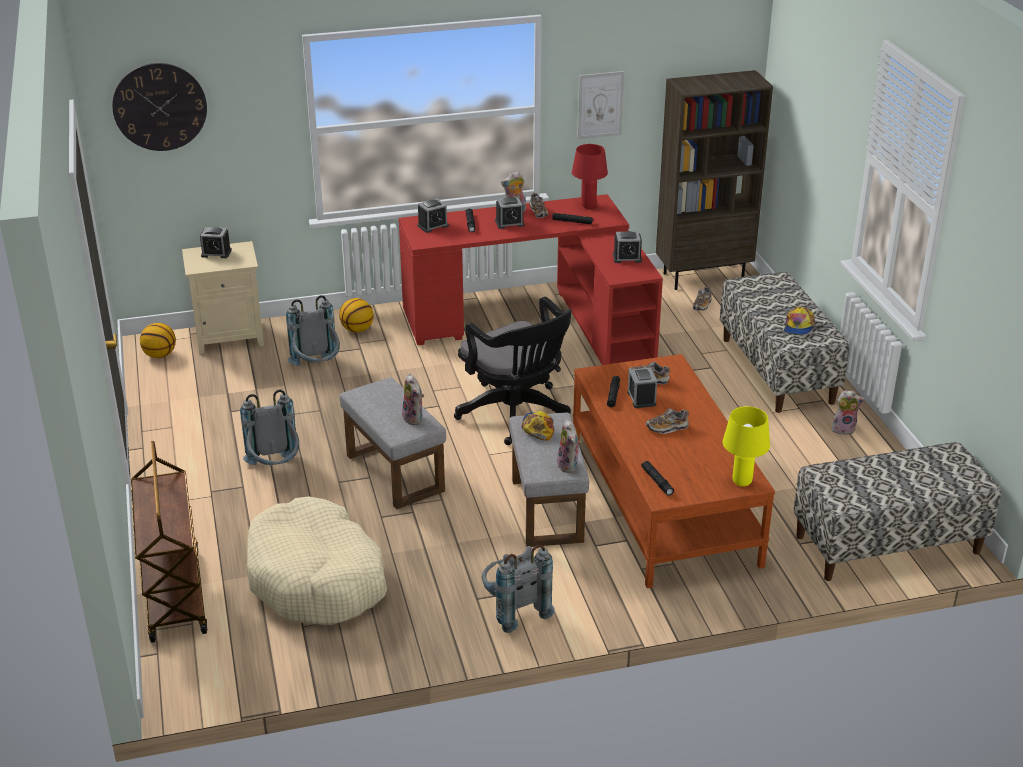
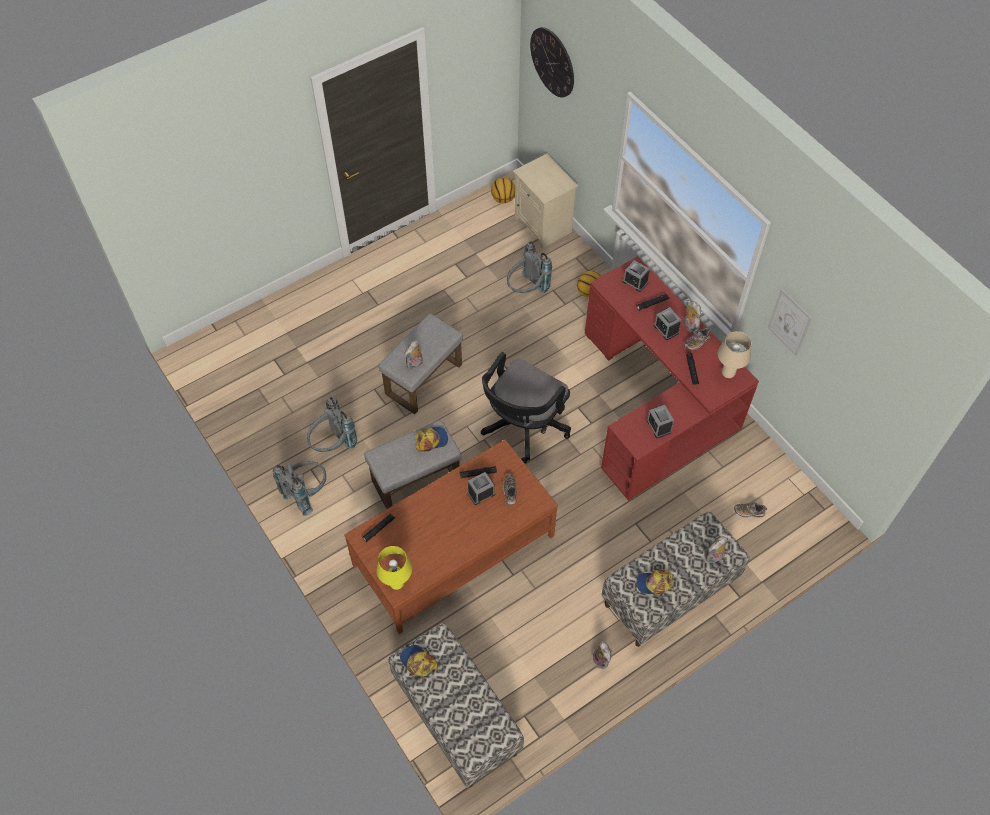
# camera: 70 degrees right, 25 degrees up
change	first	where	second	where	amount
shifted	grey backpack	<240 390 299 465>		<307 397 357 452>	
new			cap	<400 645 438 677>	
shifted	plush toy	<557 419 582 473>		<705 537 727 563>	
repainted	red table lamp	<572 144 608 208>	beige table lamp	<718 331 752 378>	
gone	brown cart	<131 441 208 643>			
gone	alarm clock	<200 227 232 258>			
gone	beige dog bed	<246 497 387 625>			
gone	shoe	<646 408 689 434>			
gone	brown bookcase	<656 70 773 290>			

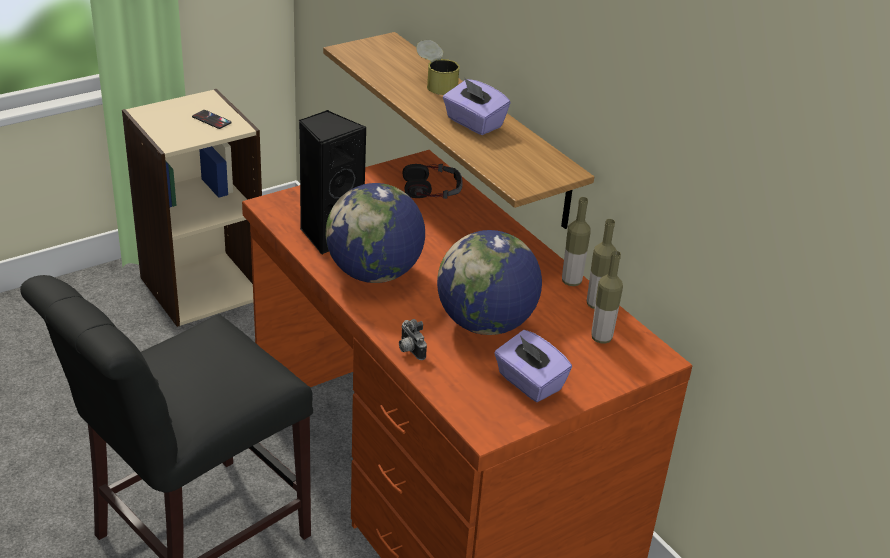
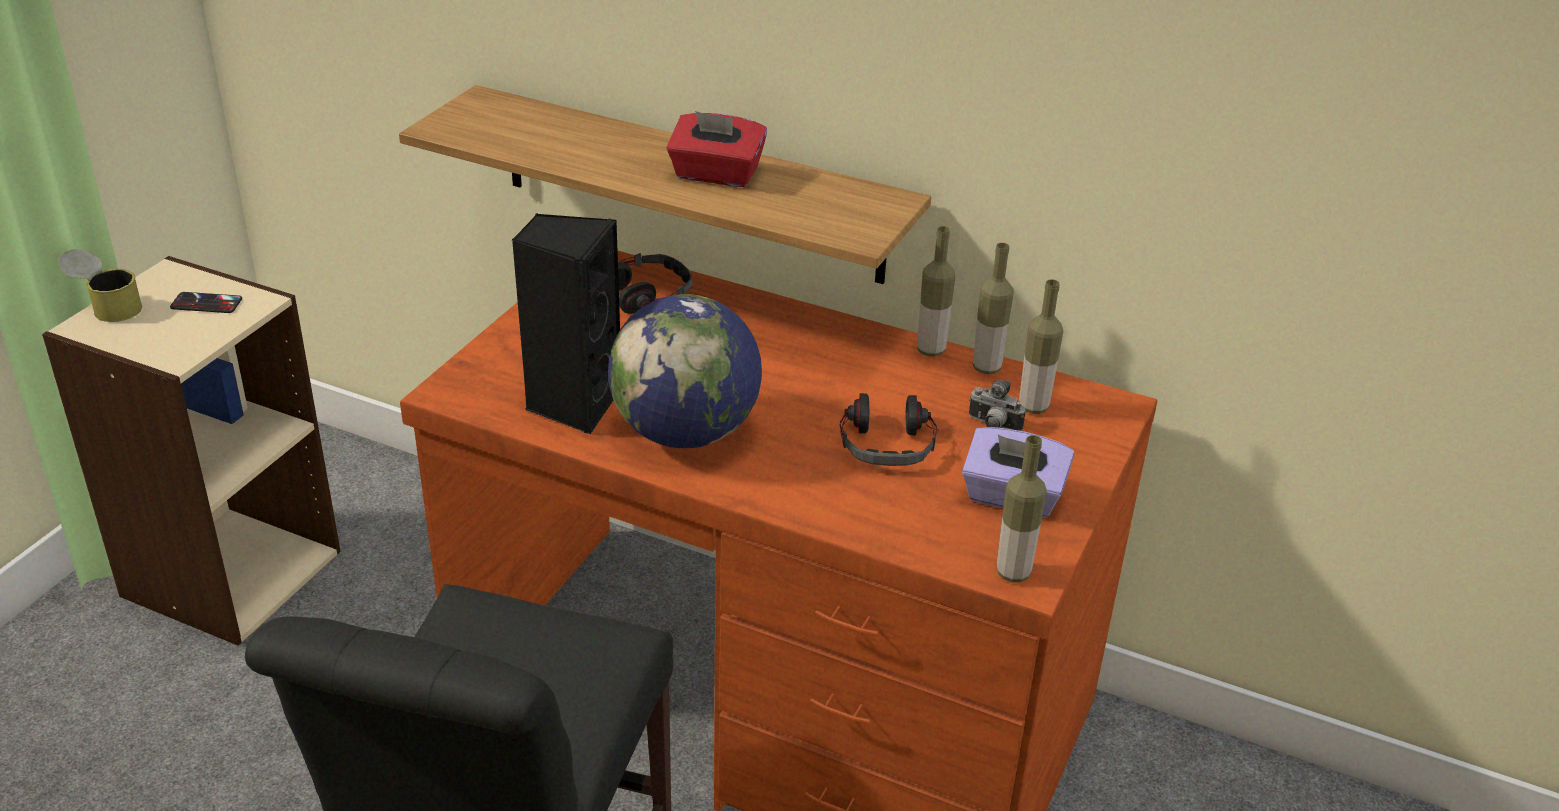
# camera: 30 degrees left, 0 degrees up
change	first	where	second	where	amount
shifted	can	<416 40 460 95>		<58 249 142 322>	
repainted	purple tissue box	<443 78 510 135>	red tissue box	<666 111 767 187>	
swapped	globe	<437 230 542 335>	headphones	<840 393 939 466>	
shifted	photo camera	<399 319 427 360>		<969 380 1025 431>	
new			bottle	<996 435 1047 582>	

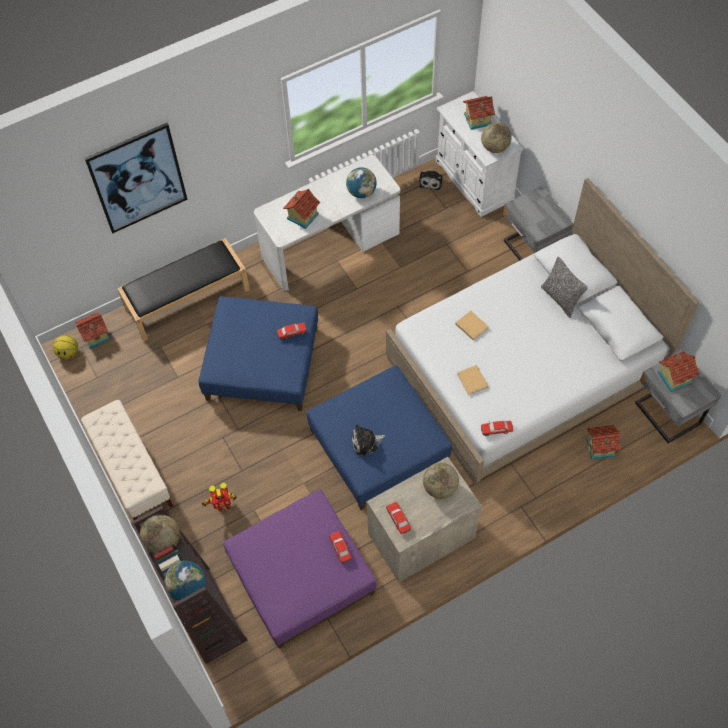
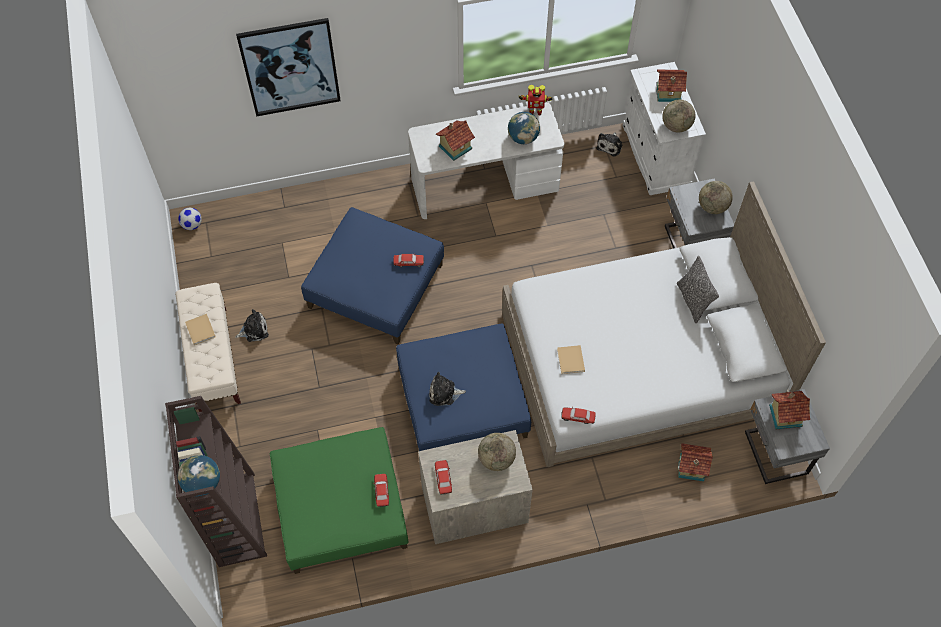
# camera: 15 degrees right, 0 degrees up
change	first	where	second	where	amount
swapped	basketball	<53 335 78 359>	football	<178 208 202 230>	
shifted	beige book	<455 311 489 341>		<185 314 216 345>	
new			plush toy	<235 309 269 342>	
repainted	purple ottoman	<223 490 377 649>	green ottoman	<270 427 409 574>	
shifted	toy robot	<201 483 237 512>		<519 85 553 116>	
shifted	globe	<140 514 180 554>		<699 181 733 214>	
gone	toy house	<75 312 110 349>			
gone	black bench	<117 238 250 341>			

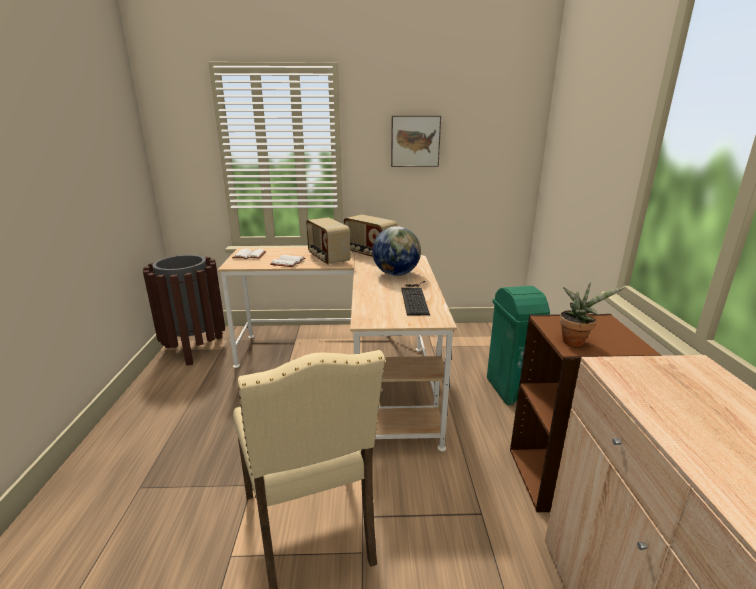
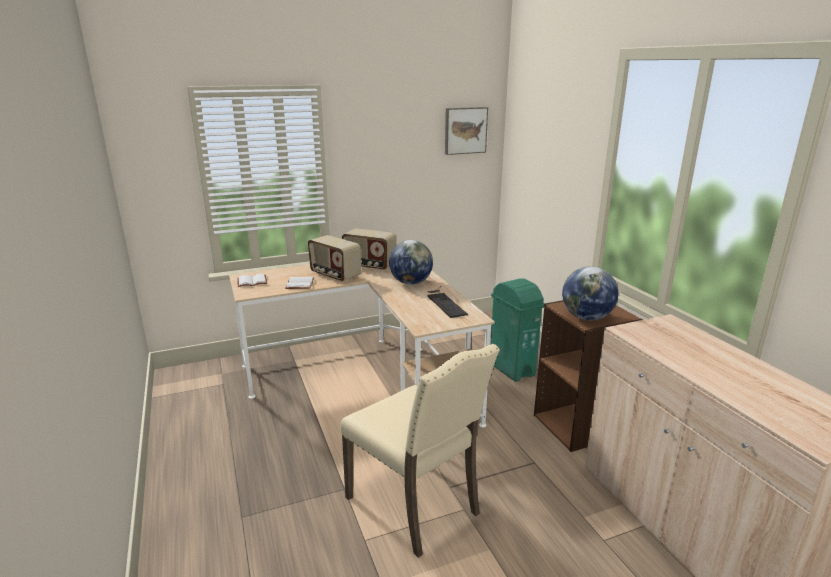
# camera: 20 degrees left, 0 degrees up
change	first	where	second	where	amount
shifted	picture	<391 116 441 167>		<445 107 488 155>	
swapped	potted plant	<559 282 625 346>	globe	<562 266 618 321>	
gone	brown trash can	<143 255 225 366>			

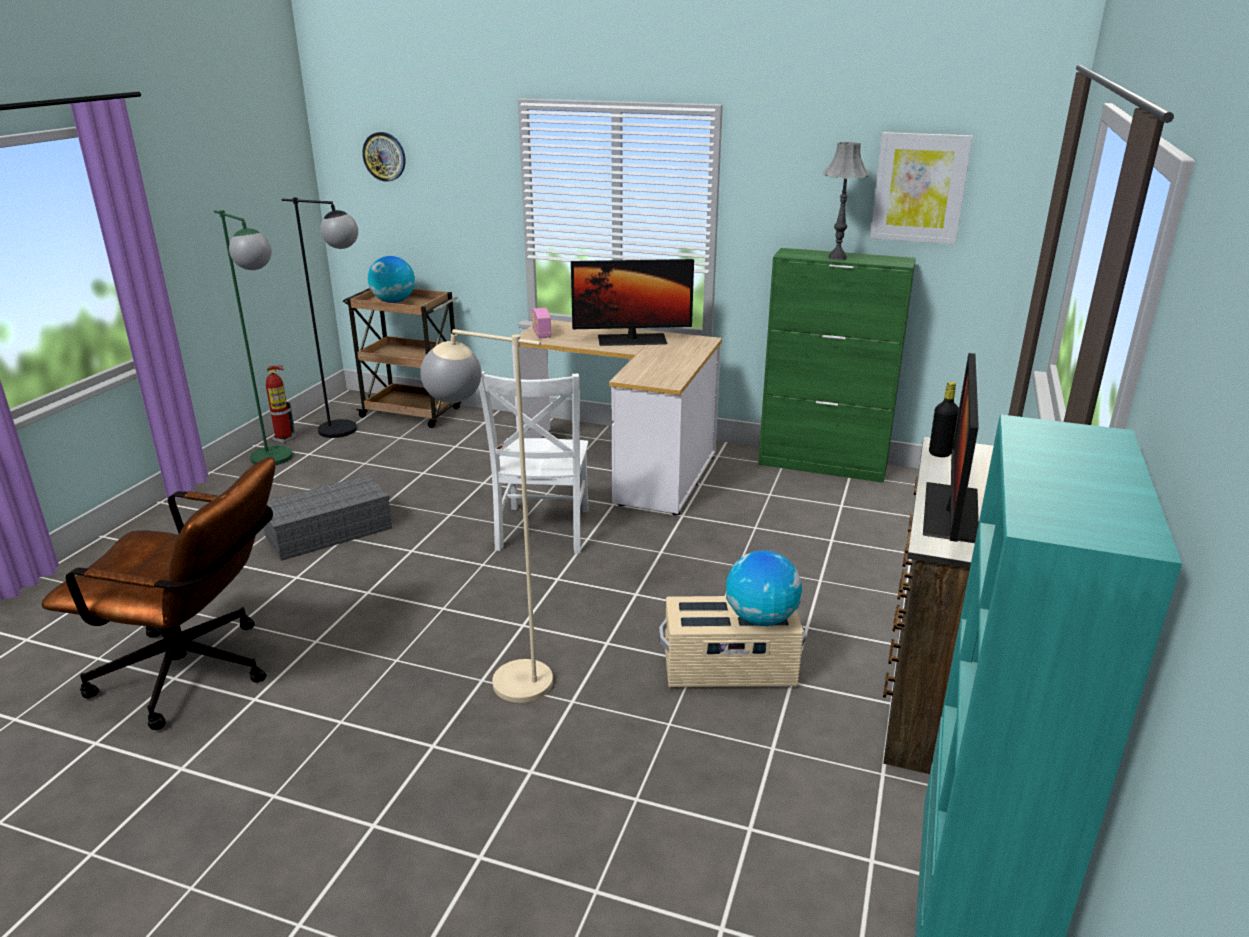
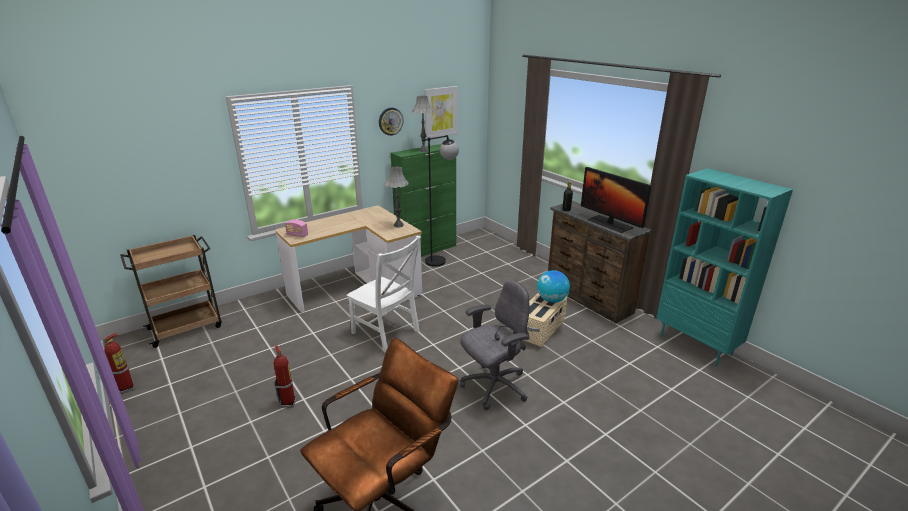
# camera: 55 degrees left, 0 degrees up
change	first	where	second	where	amount
swapped	grey storage box	<264 475 392 561>	fire extinguisher	<274 345 297 408>	
shifted	wall clock	<362 132 405 182>		<379 108 404 136>	
new			grey table lamp	<385 166 409 227>	
shifted	black floor lamp	<282 197 358 438>		<422 135 459 267>	
swapped	beige floor lamp	<420 329 553 703>	grey office chair	<460 280 530 410>	
gone	green floor lamp	<214 210 293 465>			
gone	globe	<368 256 415 303>			
gone	monitor	<571 259 694 346>			

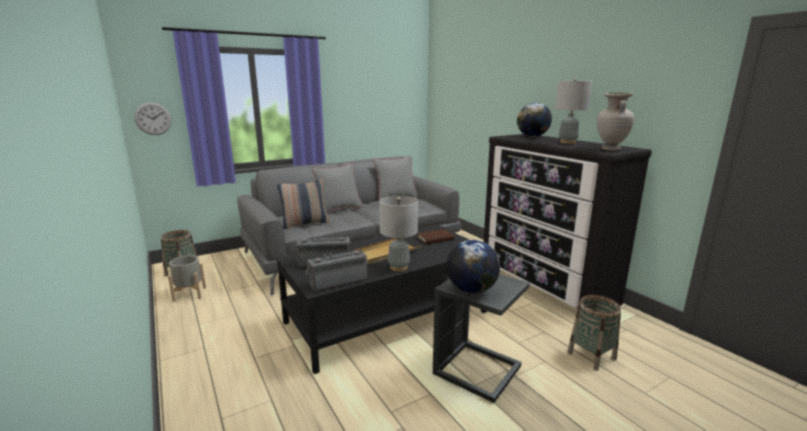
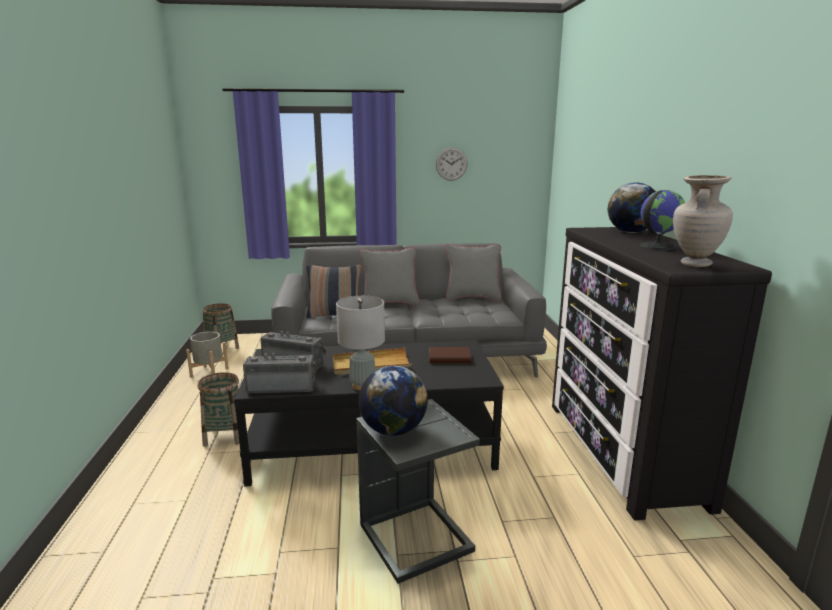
# camera: 25 degrees right, 0 degrees up
change	first	where	second	where	amount
shifted	basket	<567 295 621 371>		<198 372 240 447>	
shifted	wall clock	<135 102 172 135>		<436 147 468 181>	
swapped	grey table lamp	<555 78 592 144>	globe	<641 190 685 250>	

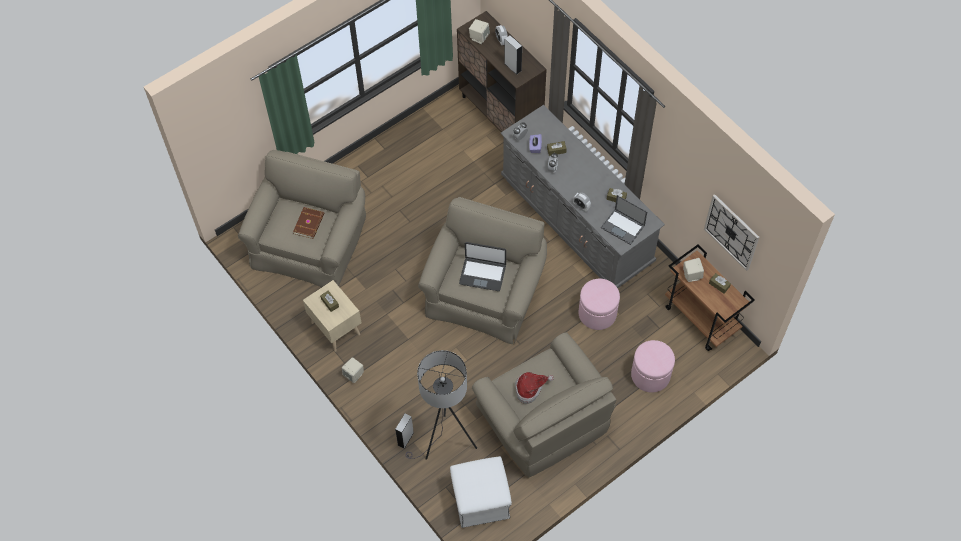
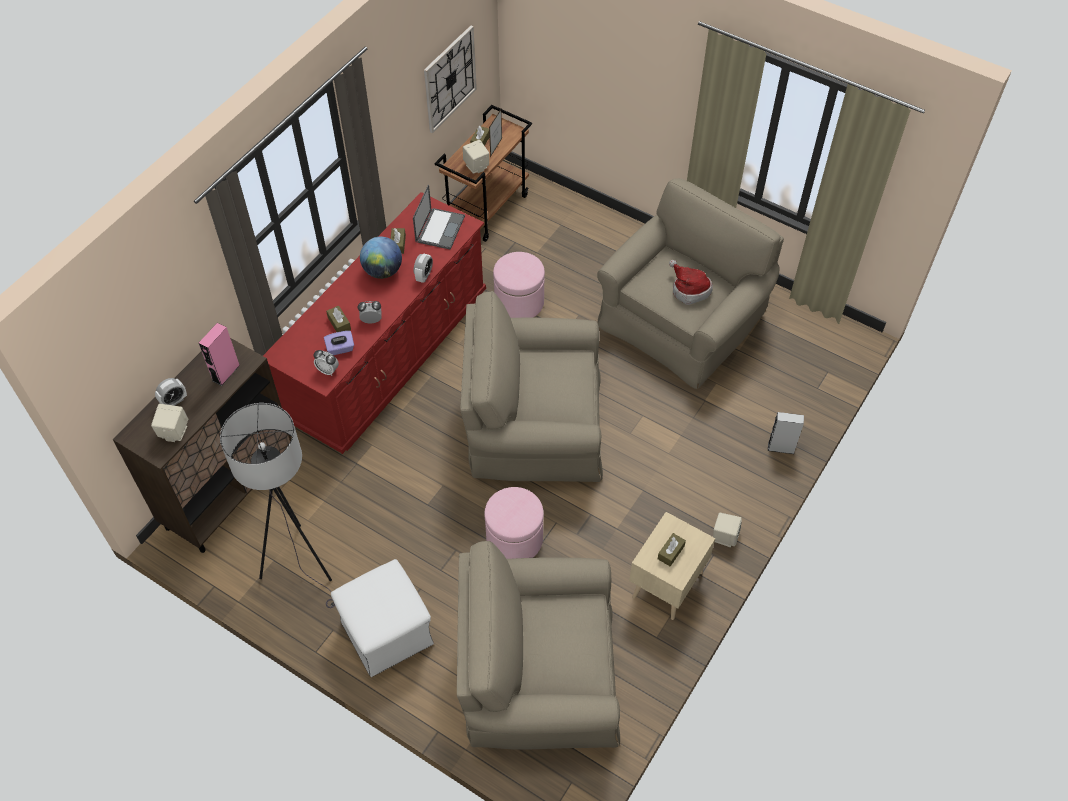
# camera: 110 degrees left, 5 degrees down
change	first	where	second	where	amount
repainted	grey speaker	<504 36 522 75>	pink speaker	<199 323 240 386>	
shifted	grey floor lamp	<406 350 477 460>		<220 403 335 608>	
repainted	grey dresser	<501 105 665 288>	red dresser	<263 192 486 454>	
shifted	white ottoman	<450 456 512 528>		<331 559 434 677>	
new			globe	<360 237 402 279>	
shifted	pink ottoman	<631 340 675 393>		<484 487 544 559>	
new			picture frame	<489 109 502 157>	
gone	brown book	<293 207 324 239>			
gone	laptop	<459 242 506 291>			

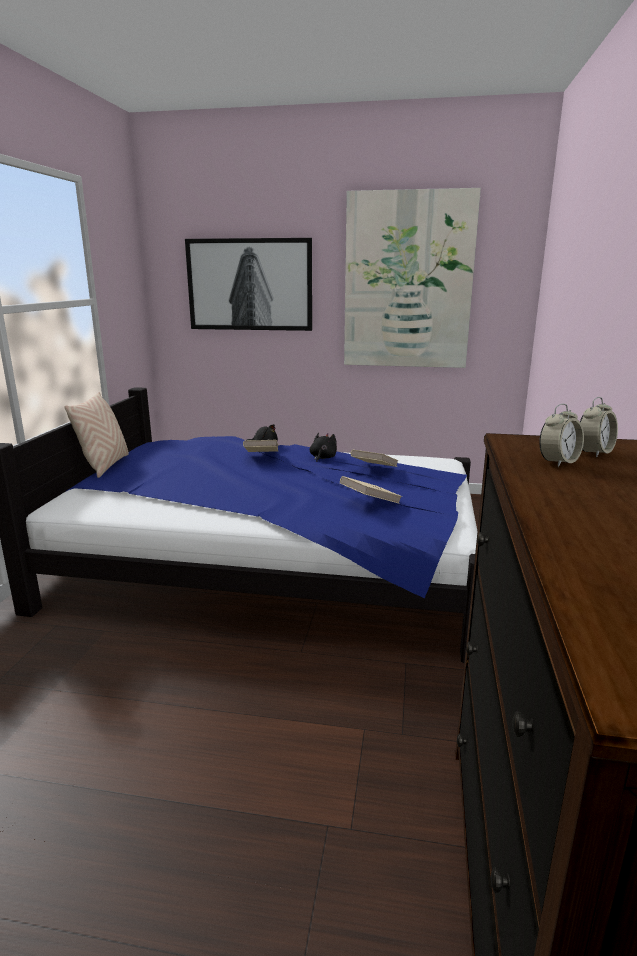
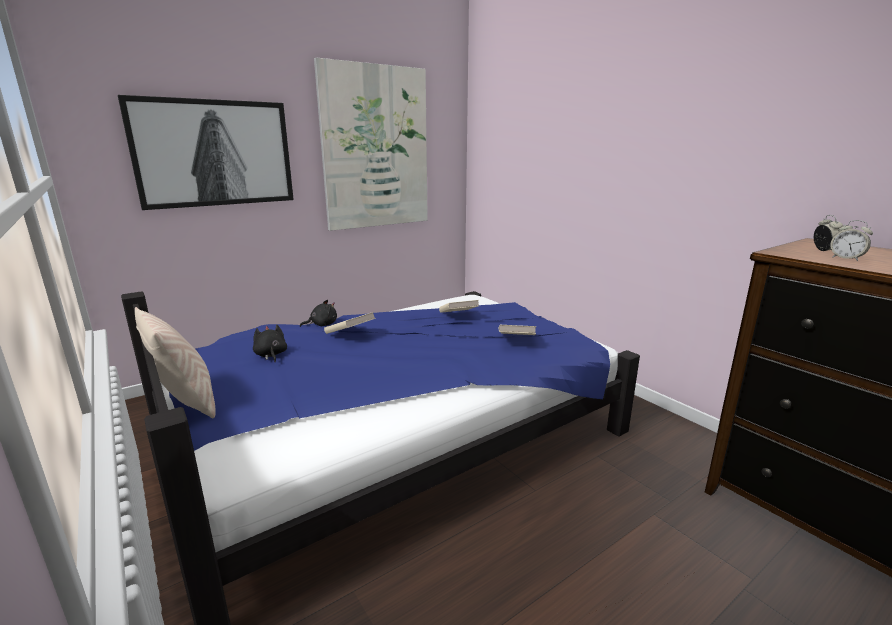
# camera: 45 degrees left, 0 degrees up
change	first	where	second	where	amount
shifted	black plush toy	<309 433 337 462>		<253 325 287 363>	
rotated	alarm clock	<539 403 584 467>		<830 220 873 261>	135 degrees clockwise

